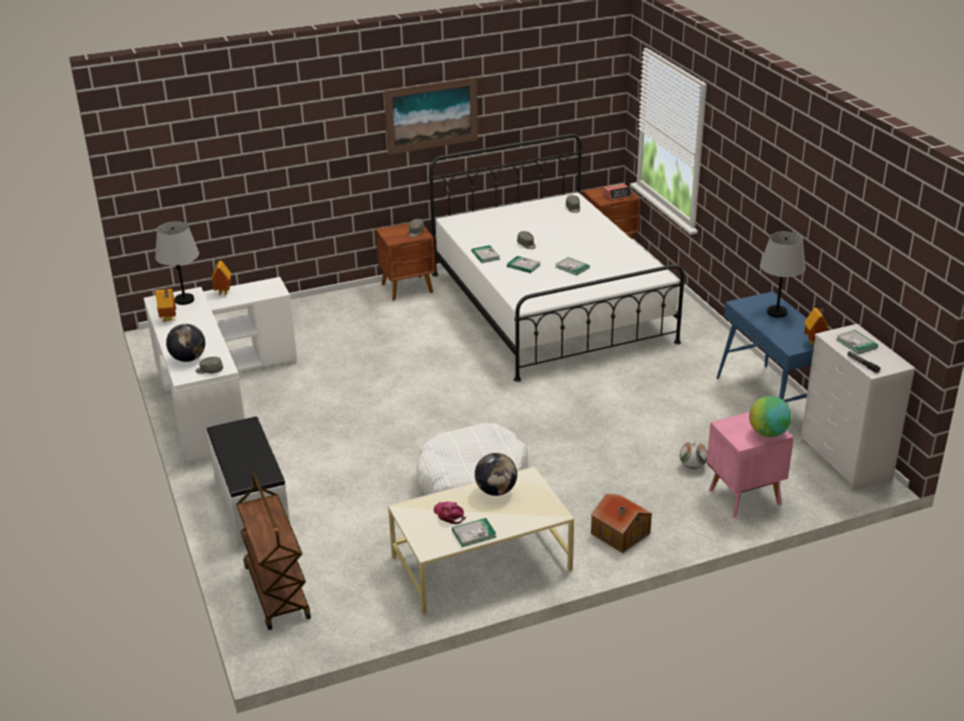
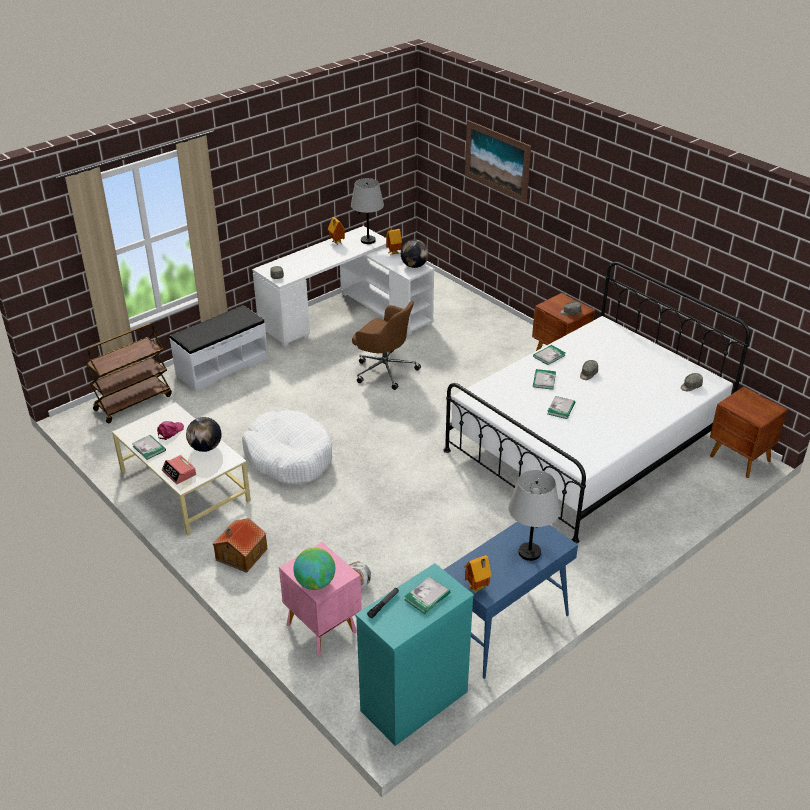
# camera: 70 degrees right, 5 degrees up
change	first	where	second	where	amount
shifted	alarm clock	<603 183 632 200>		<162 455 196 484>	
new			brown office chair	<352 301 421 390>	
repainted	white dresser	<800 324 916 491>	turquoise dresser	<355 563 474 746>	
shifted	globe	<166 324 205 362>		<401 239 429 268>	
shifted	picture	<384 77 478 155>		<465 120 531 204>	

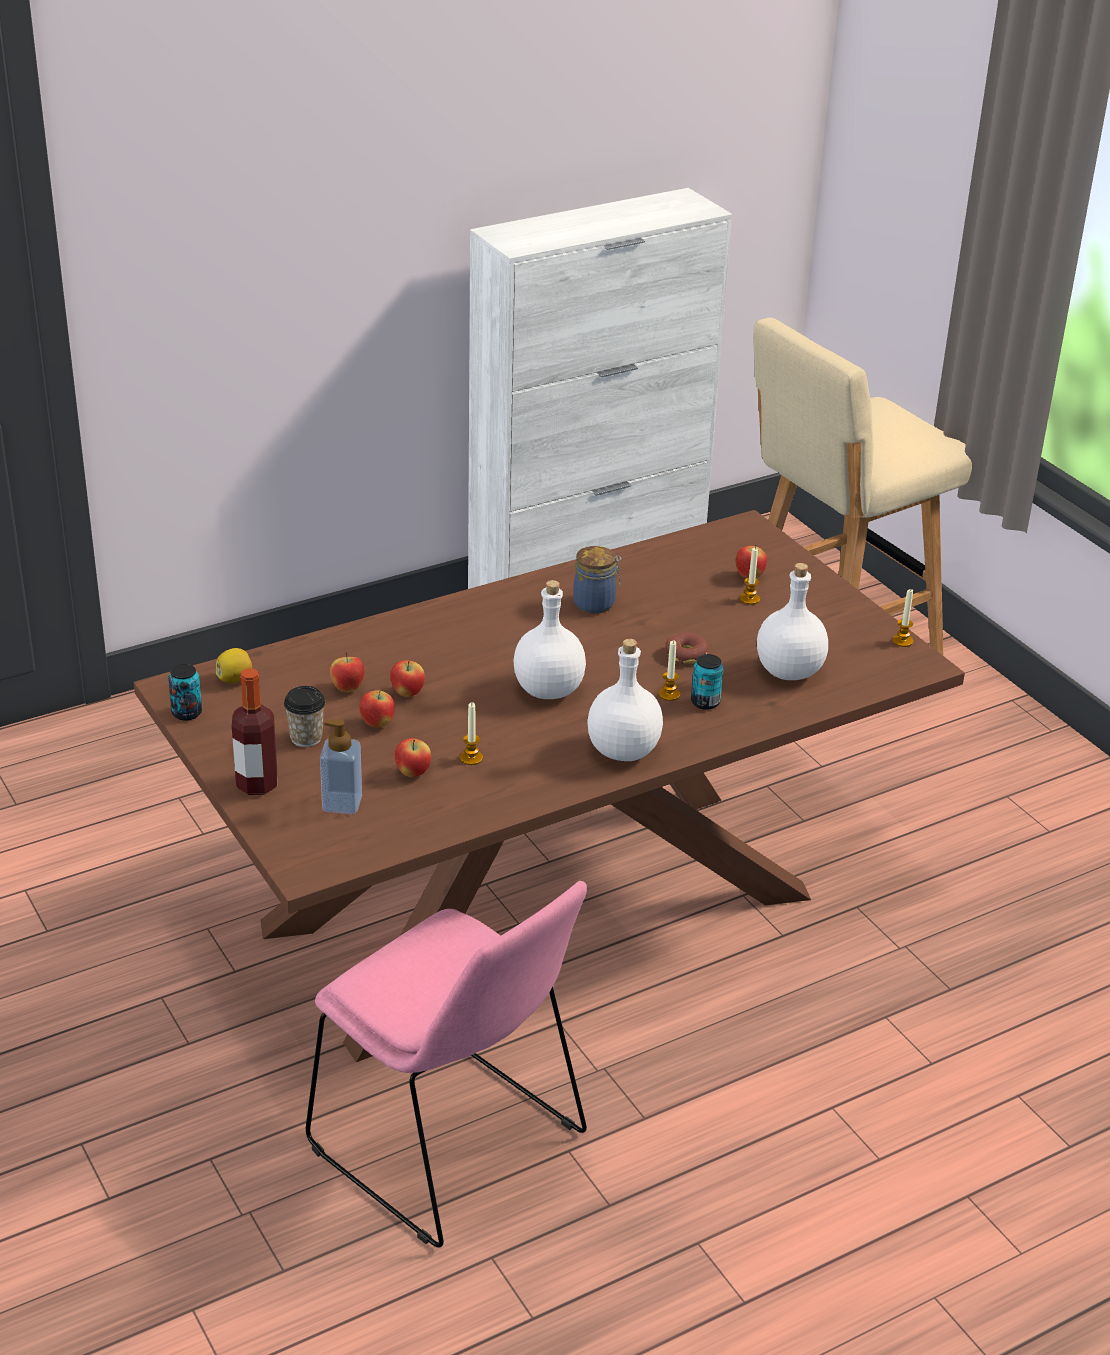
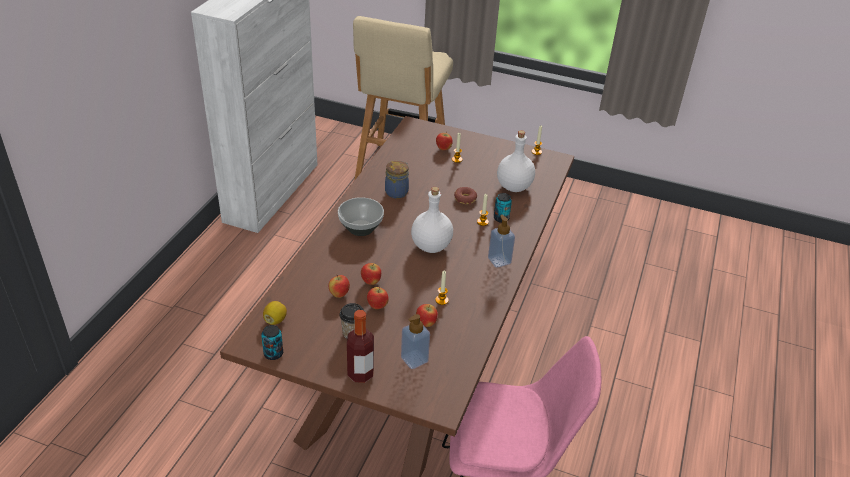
# camera: 40 degrees left, 5 degrees up
change	first	where	second	where	amount
new			bowl	<338 197 384 236>	
swapped	white bottle	<587 639 663 761>	soap dispenser	<488 215 515 268>	

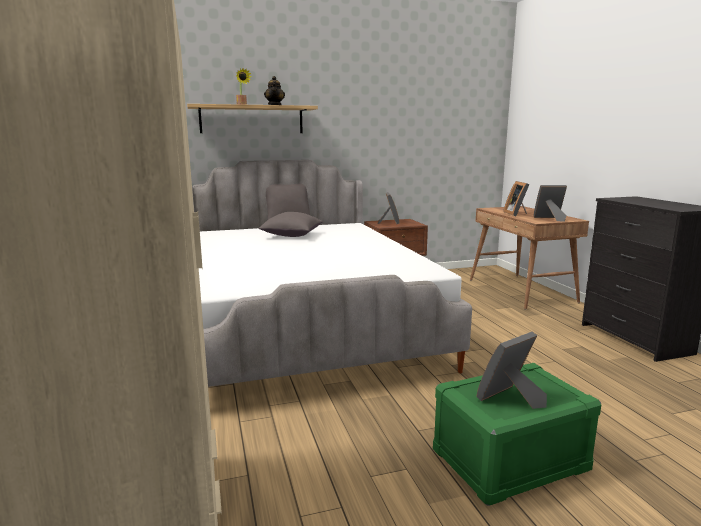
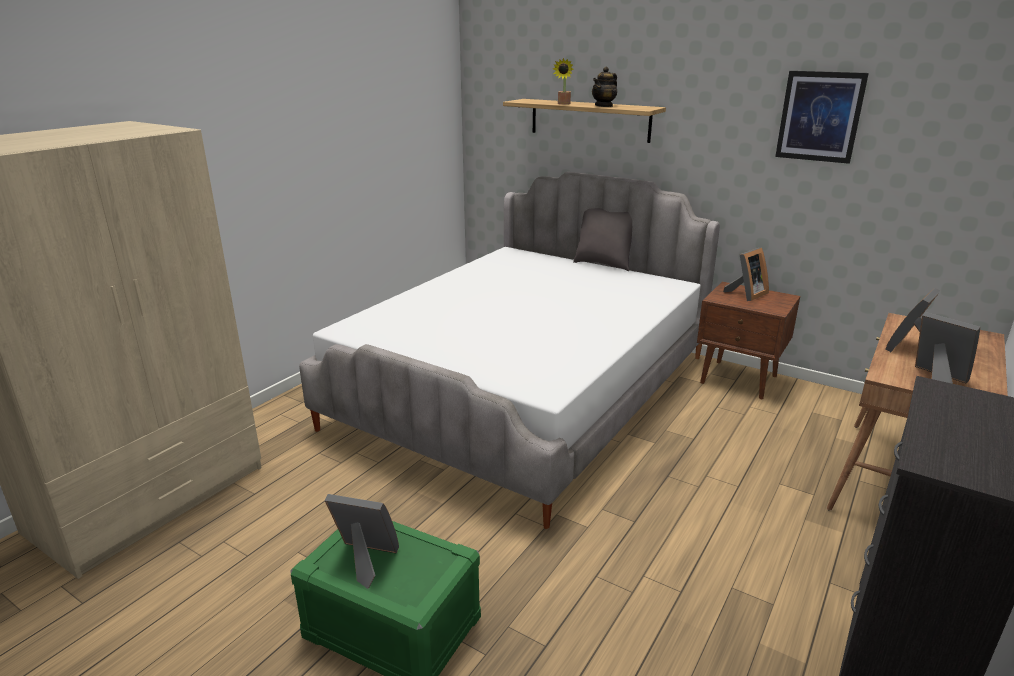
# camera: 50 degrees right, 10 degrees up
change	first	where	second	where	amount
new			picture	<775 71 869 164>	
gone	grey pillow	<258 212 323 237>			

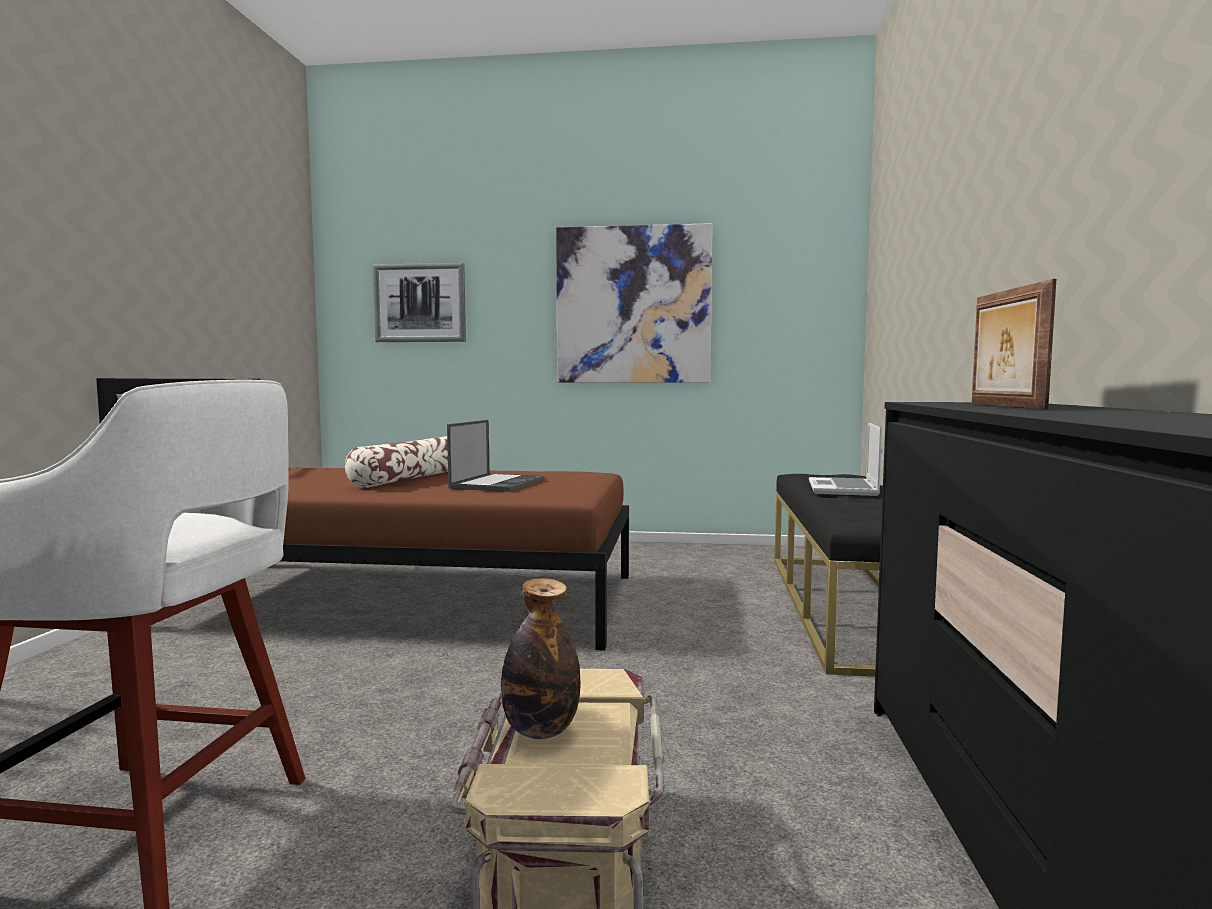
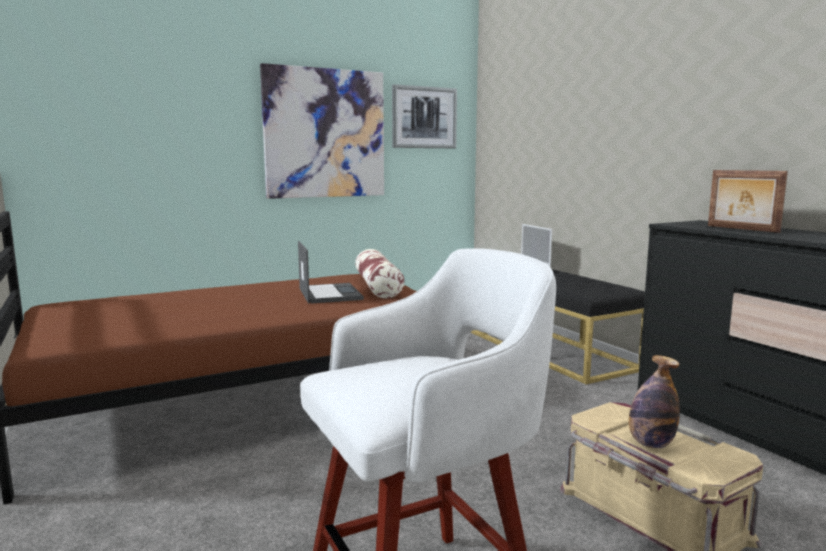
# camera: 35 degrees left, 5 degrees up
change	first	where	second	where	amount
shifted	pillow	<345 436 448 488>		<355 249 404 298>	
shifted	picture	<373 263 466 342>		<392 84 457 148>	

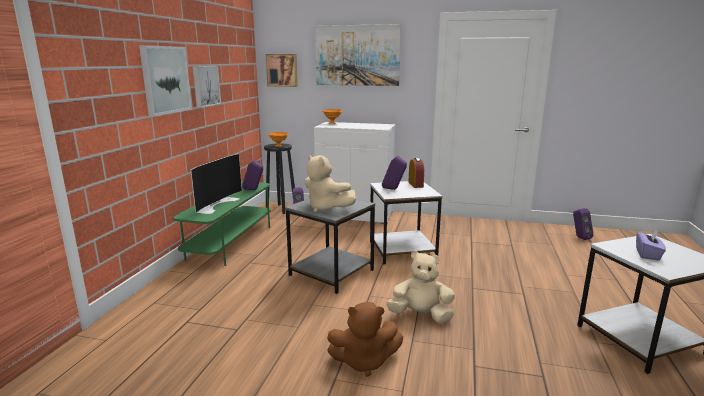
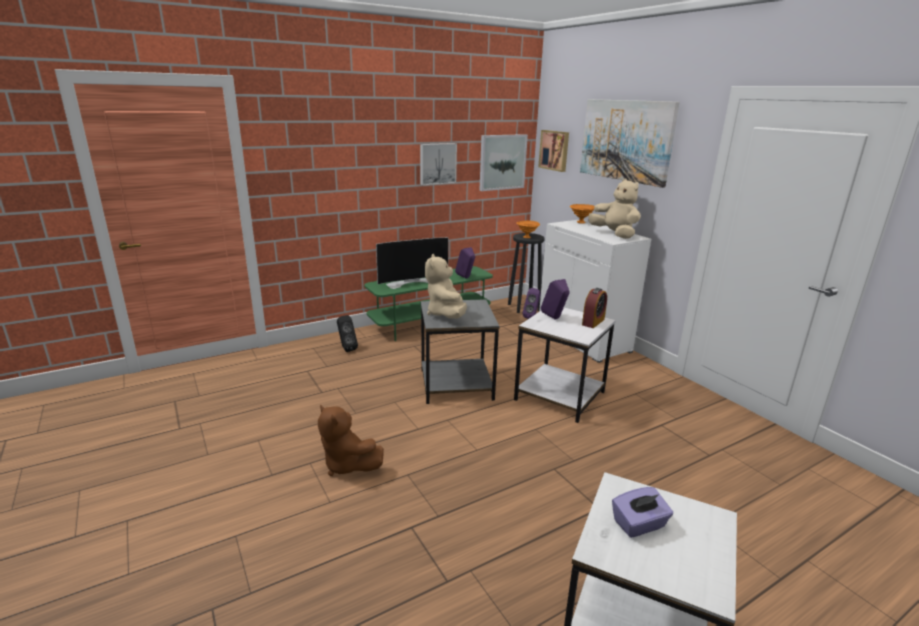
# camera: 45 degrees right, 5 degrees up
change	first	where	second	where	amount
new			black speaker	<337 315 358 352>	
shifted	picture	<139 45 192 117>		<479 134 528 191>	
shifted	beige plush toy	<386 251 455 324>		<588 178 641 239>	
gone	purple speaker	<573 208 594 240>			

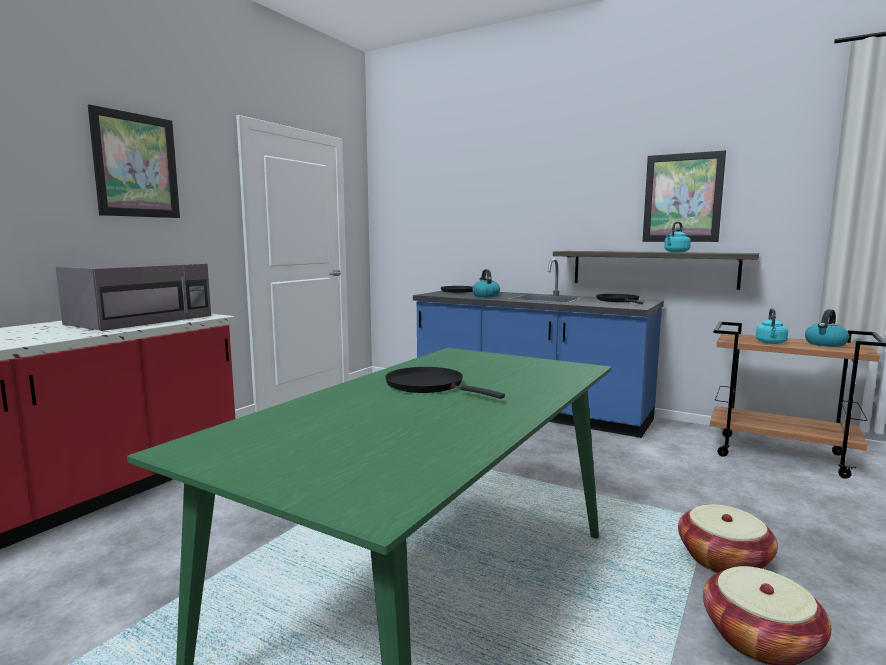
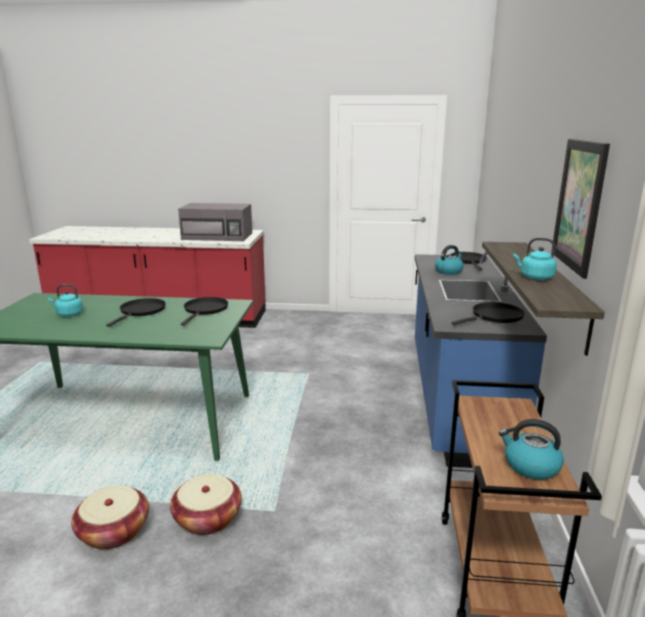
# camera: 65 degrees right, 10 degrees up
change	first	where	second	where	amount
shifted	turquoise kettle	<756 308 788 344>		<48 284 83 316>	
new			black frying pan	<181 297 228 326>	
gone	picture	<88 104 180 218>			

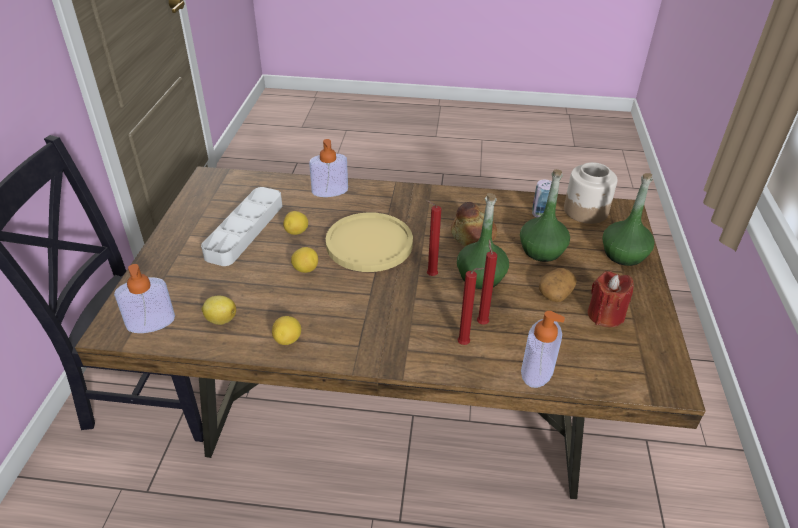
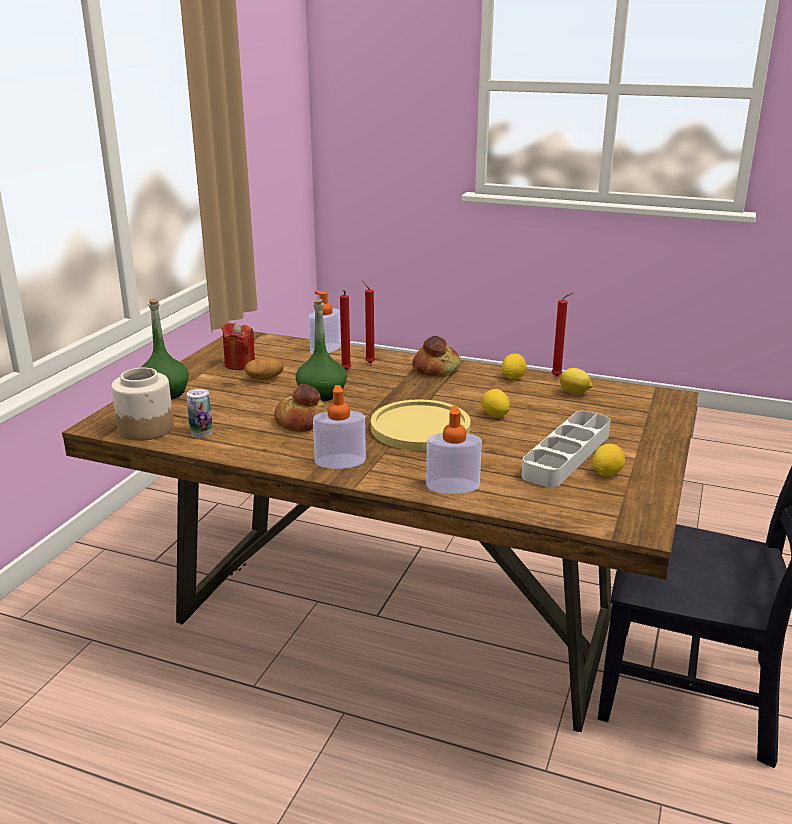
# camera: 165 degrees left, 15 degrees down
change	first	where	second	where	amount
shifted	soap dispenser	<114 264 175 333>		<313 385 366 469>	
new			bread	<412 336 461 376>	
shifted	red candle	<426 200 441 276>		<551 293 573 377>	
shifted	lemon	<283 211 308 235>		<592 444 625 476>	
gone	green bottle	<520 169 570 262>			

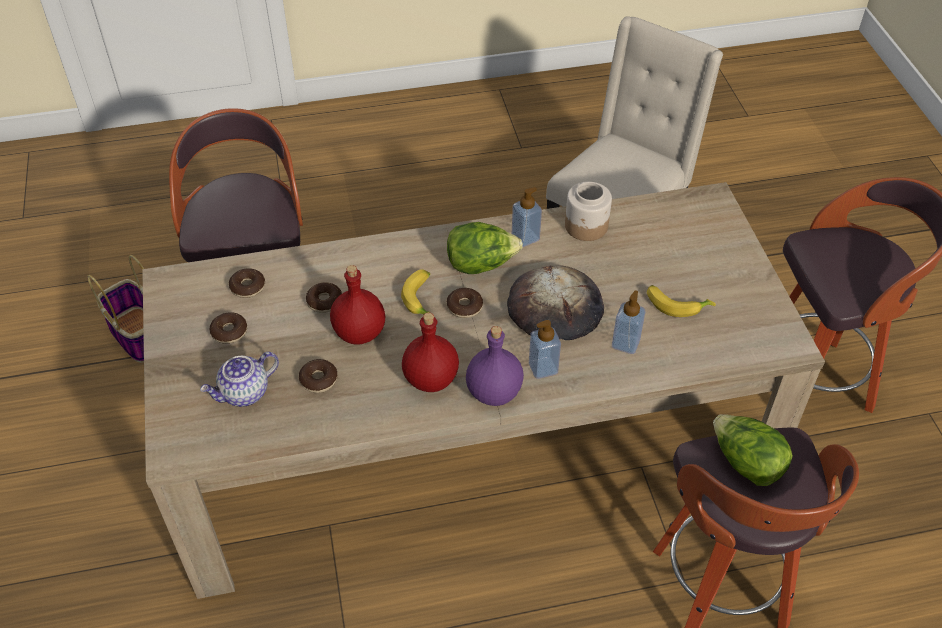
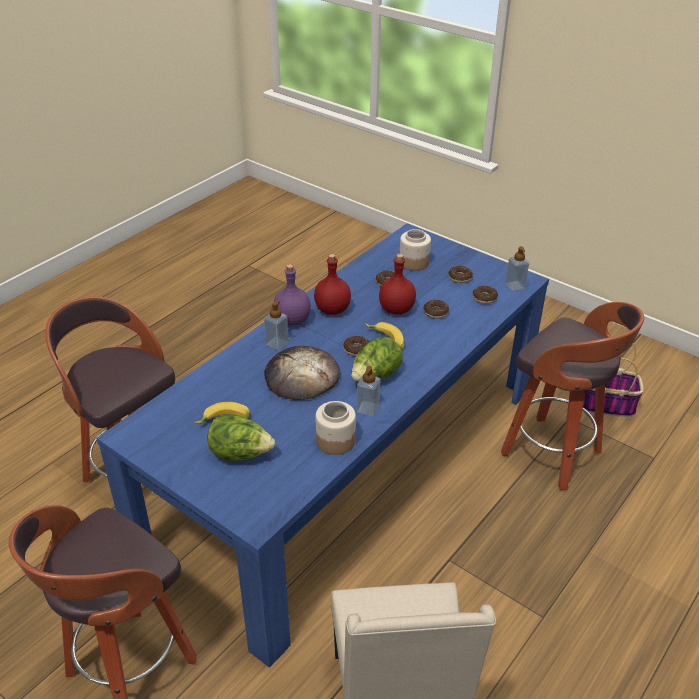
# camera: 140 degrees right, 10 degrees down
change	first	where	second	where	amount
repainted	beige dining table	<142 182 825 599>	blue dining table	<96 223 549 668>	
shifted	lettuce	<713 414 793 486>		<208 415 275 461>	
swapped	teapot	<200 352 279 407>	jar	<399 229 431 271>	
shifted	soap dispenser	<612 290 646 354>		<505 246 529 291>	

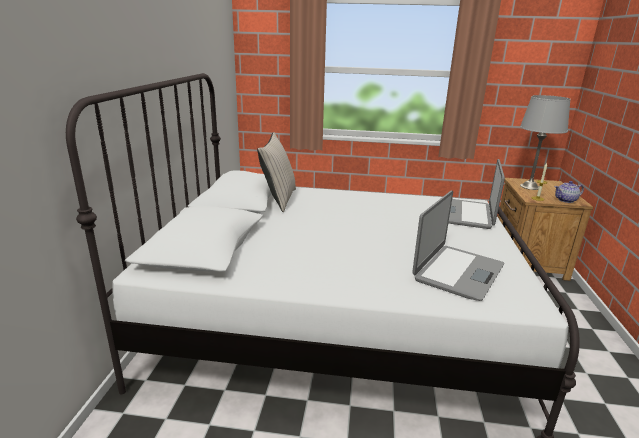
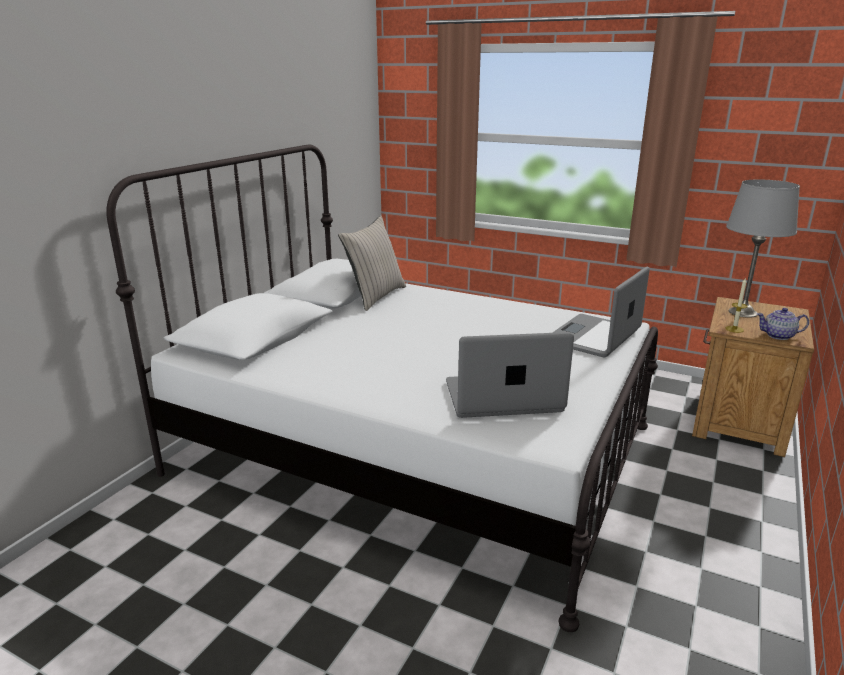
# camera: 20 degrees right, 0 degrees up
change	first	where	second	where	amount
rotated	laptop	<412 191 504 301>		<446 332 574 418>	150 degrees counterclockwise

